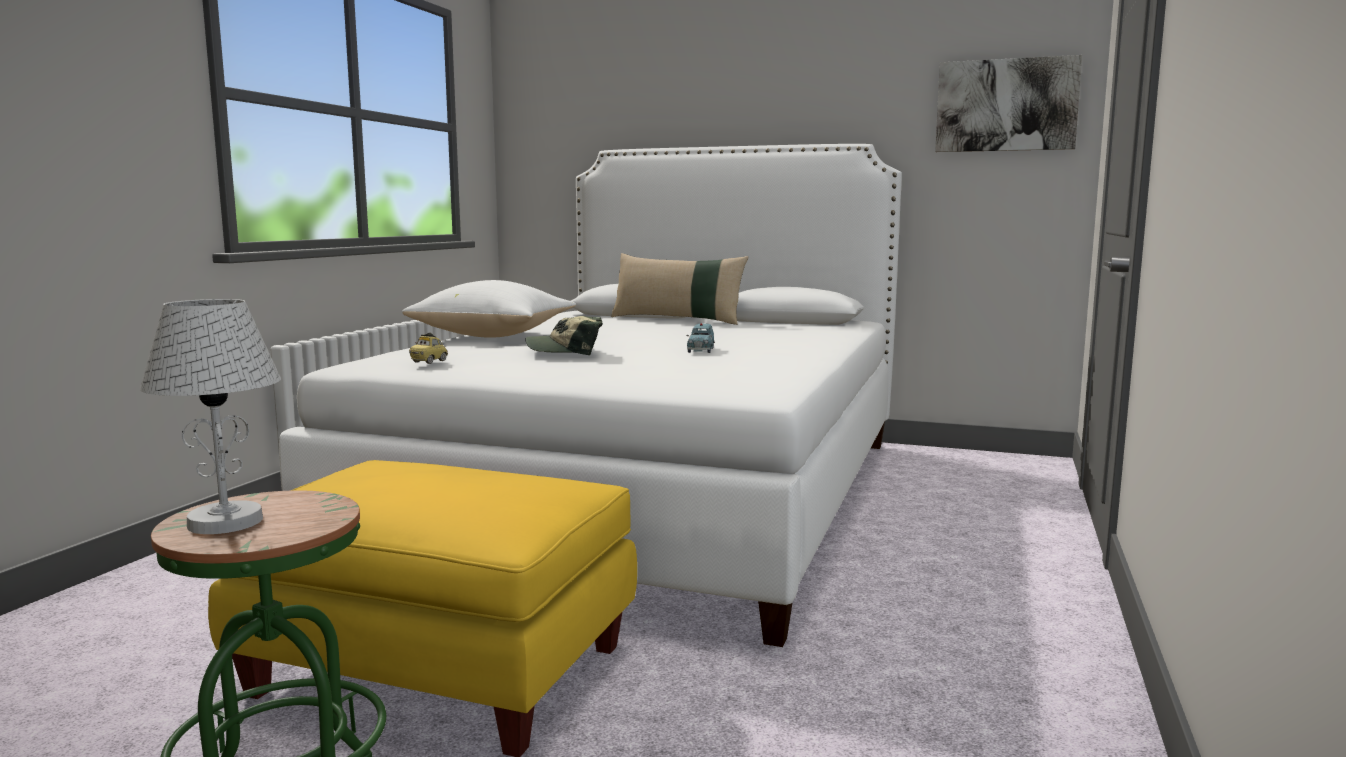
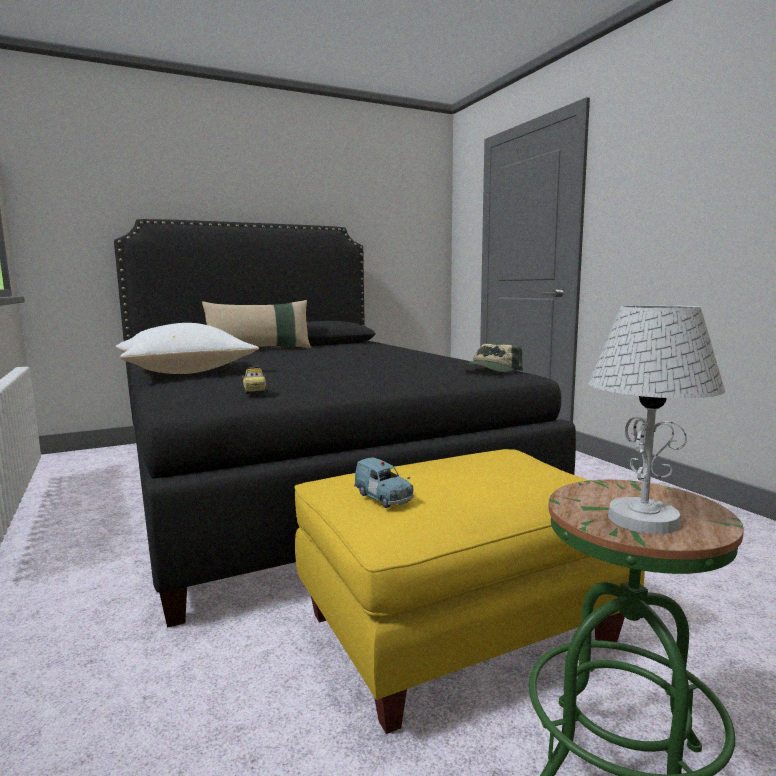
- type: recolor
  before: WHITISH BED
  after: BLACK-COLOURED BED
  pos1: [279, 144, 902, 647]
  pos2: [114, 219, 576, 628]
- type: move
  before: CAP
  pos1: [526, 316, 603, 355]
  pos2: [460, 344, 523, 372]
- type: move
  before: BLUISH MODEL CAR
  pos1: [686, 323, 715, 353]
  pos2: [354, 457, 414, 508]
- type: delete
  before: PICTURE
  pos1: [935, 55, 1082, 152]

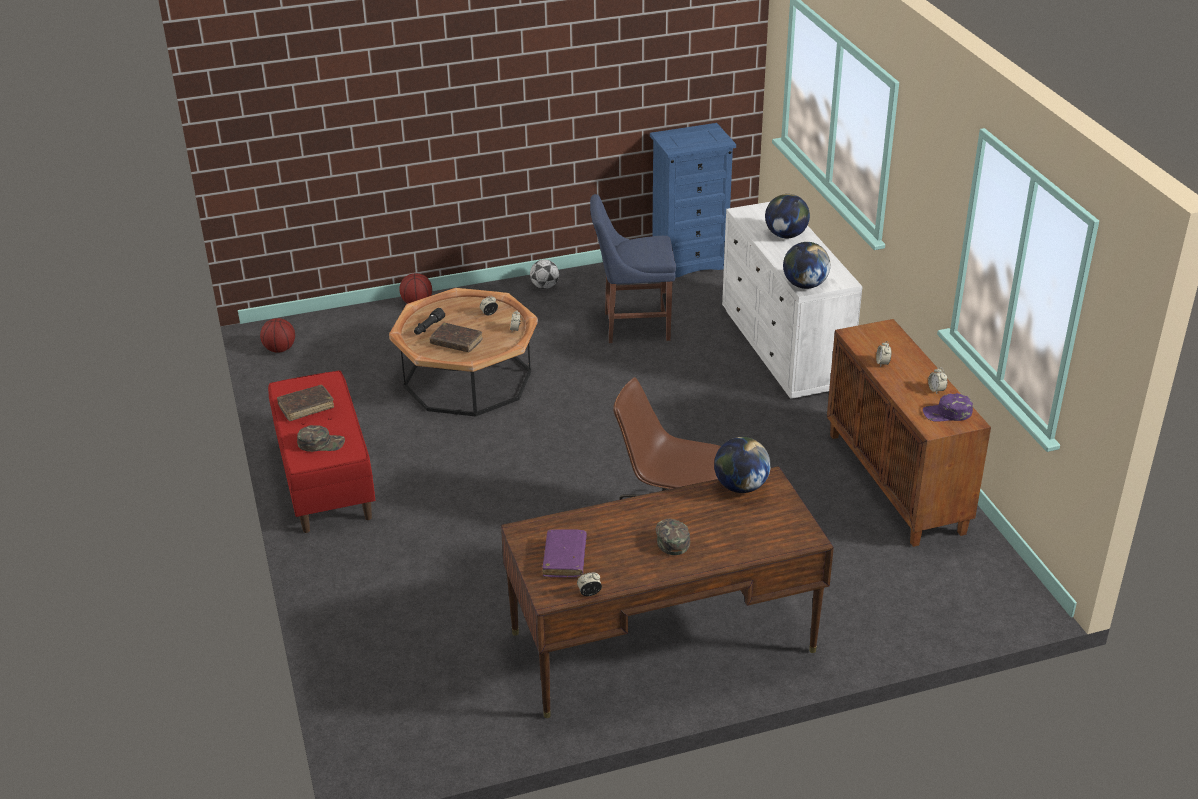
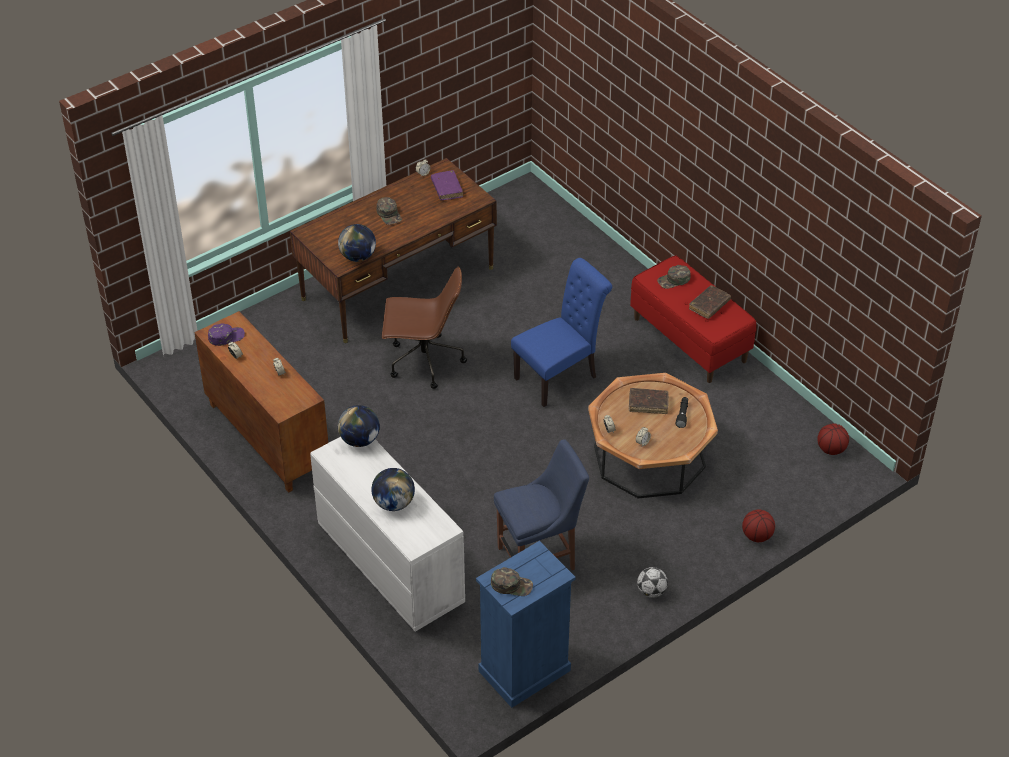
- type: insert
  after: GREEN-COLOURED CAP
  pos2: [491, 567, 533, 596]
- type: insert
  after: BLUISH PLAIN CHAIR
  pos2: [511, 258, 612, 407]

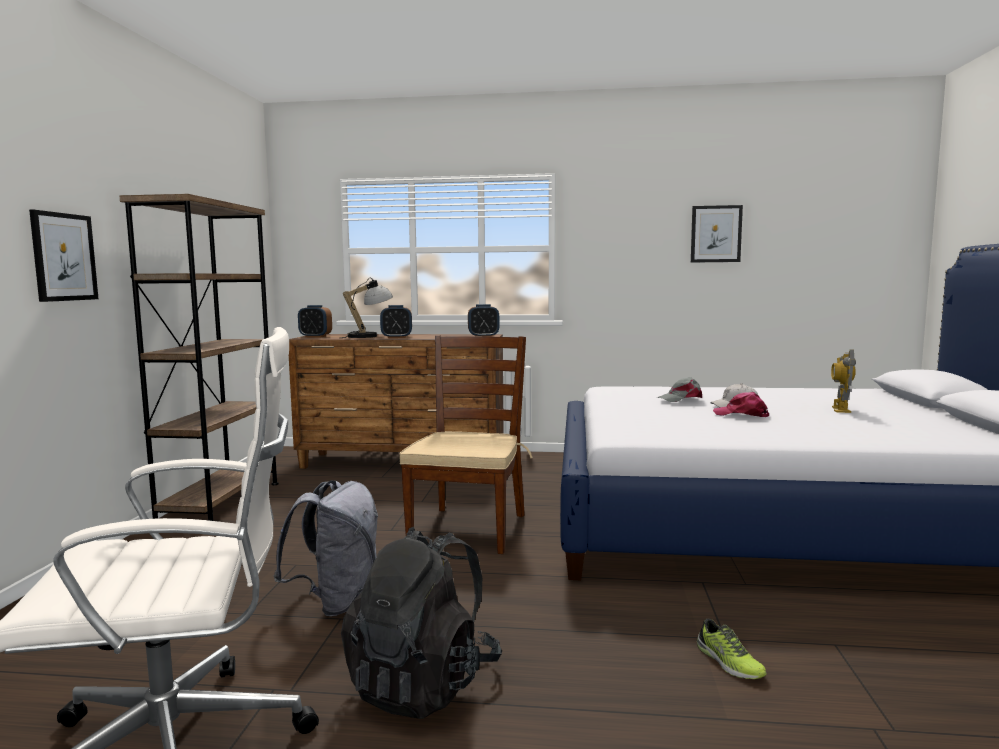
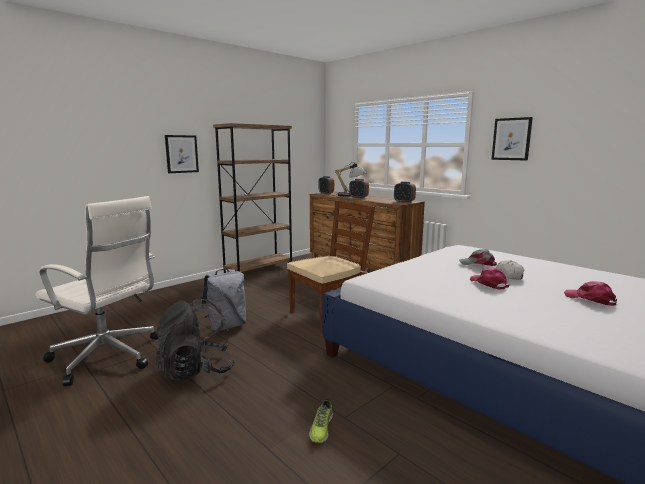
- type: move
  before: PICTURE
  pos1: [691, 205, 743, 263]
  pos2: [491, 117, 533, 161]
- type: replace
  before: TOY ROBOT
  after: PINK CAP
  pos1: [831, 350, 856, 413]
  pos2: [564, 281, 617, 306]

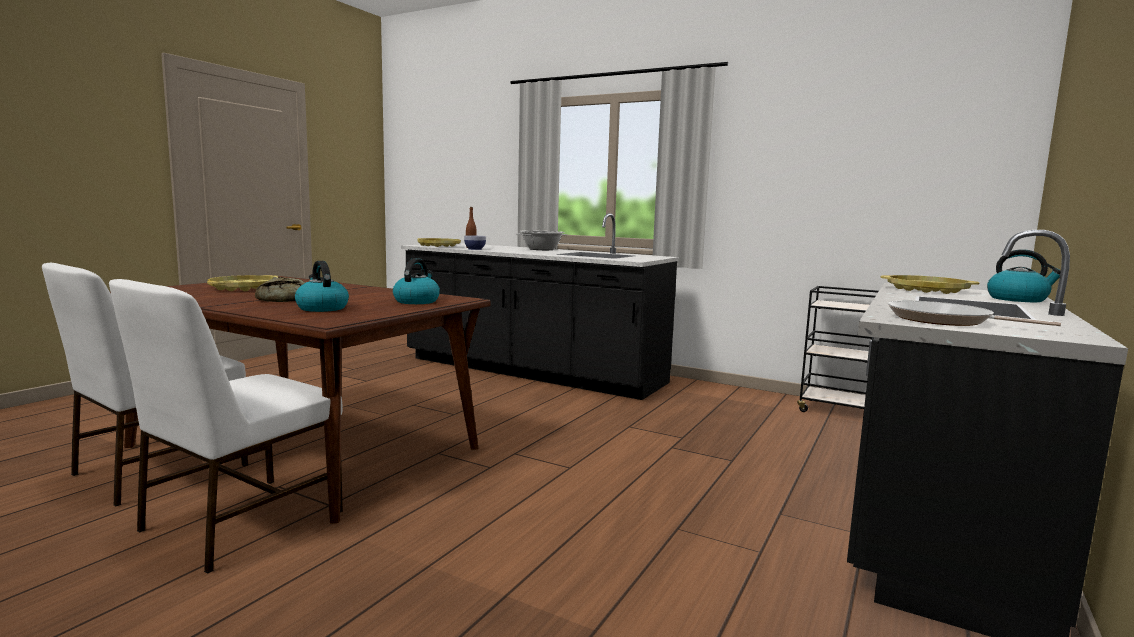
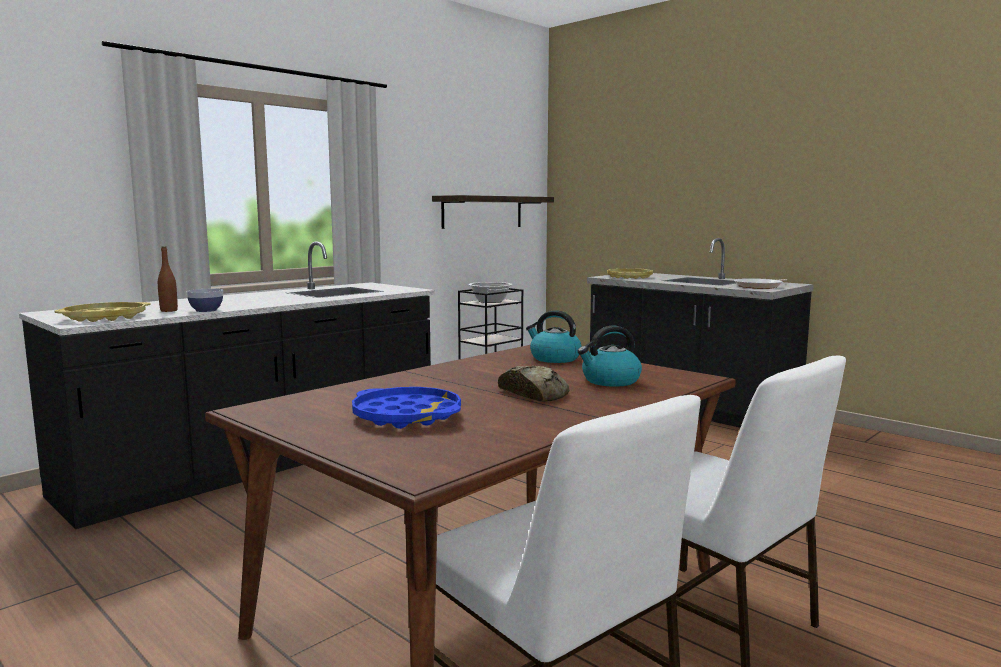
- type: recolor
  before: YELLOW-COLOURED CARRYING TRAY
  after: BLUISH CARRYING TRAY
  pos1: [207, 275, 278, 291]
  pos2: [352, 387, 461, 429]
- type: move
  before: SAUCEPOT
  pos1: [516, 231, 567, 250]
  pos2: [469, 282, 512, 303]
- type: delete
  before: KETTLE
  pos1: [987, 250, 1061, 302]
- type: insert
  after: BRACKET SHELF
  pos2: [432, 195, 554, 229]

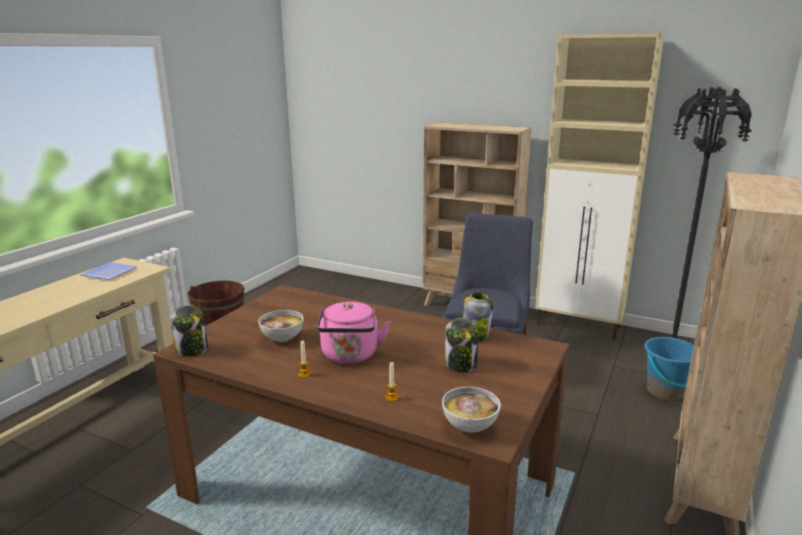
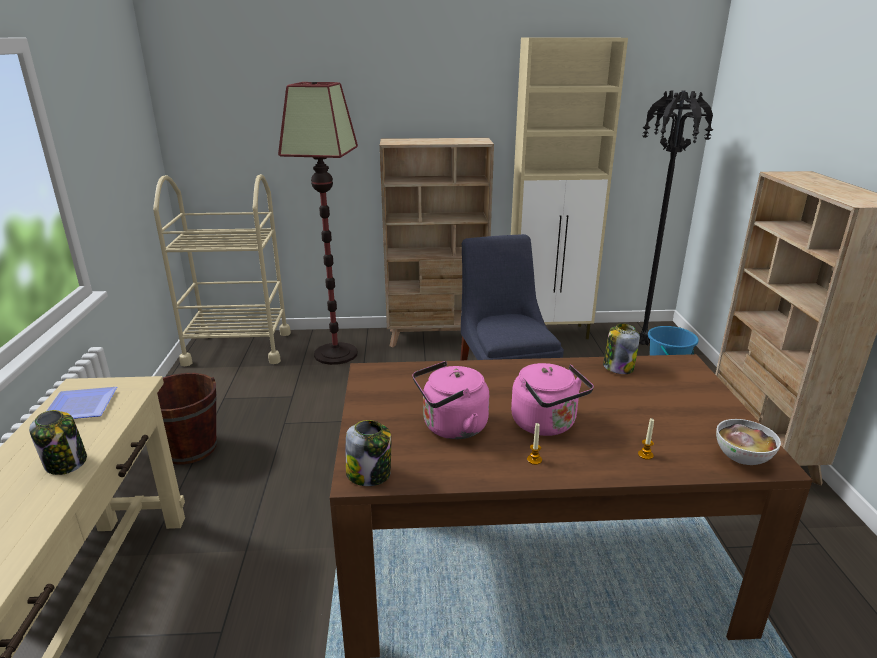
- type: replace
  before: BOWL
  after: PINK KETTLE
  pos1: [258, 310, 304, 342]
  pos2: [412, 361, 489, 439]
- type: move
  before: JAR
  pos1: [445, 318, 478, 373]
  pos2: [29, 410, 87, 475]
- type: insert
  after: BEIGE-COLOURED TROLLEY
  pos2: [153, 174, 291, 366]
- type: insert
  after: STANDARD LAMP
  pos2: [278, 82, 358, 365]

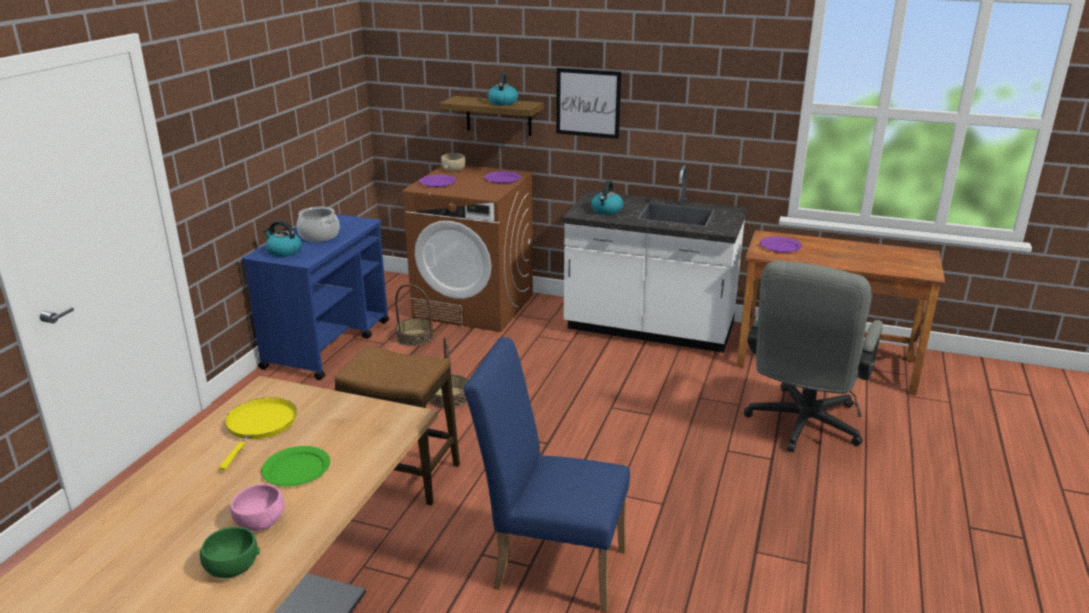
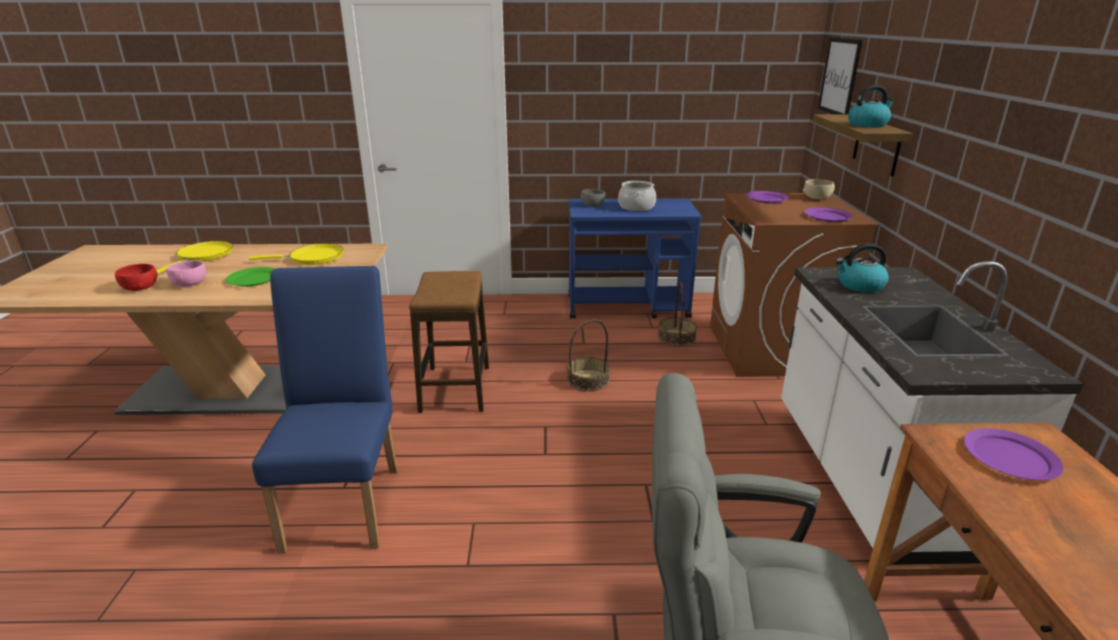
- type: recolor
  before: GREEN-COLOURED BOWL
  after: RED BOWL
  pos1: [200, 527, 260, 578]
  pos2: [115, 264, 157, 291]
- type: replace
  before: KETTLE
  after: GREY BOWL
  pos1: [263, 220, 301, 257]
  pos2: [581, 189, 605, 207]
- type: move
  before: PICTURE
  pos1: [556, 68, 622, 139]
  pos2: [818, 37, 863, 114]
- type: insert
  after: YELLOW-COLOURED FRYING PAN
  pos2: [156, 241, 233, 274]

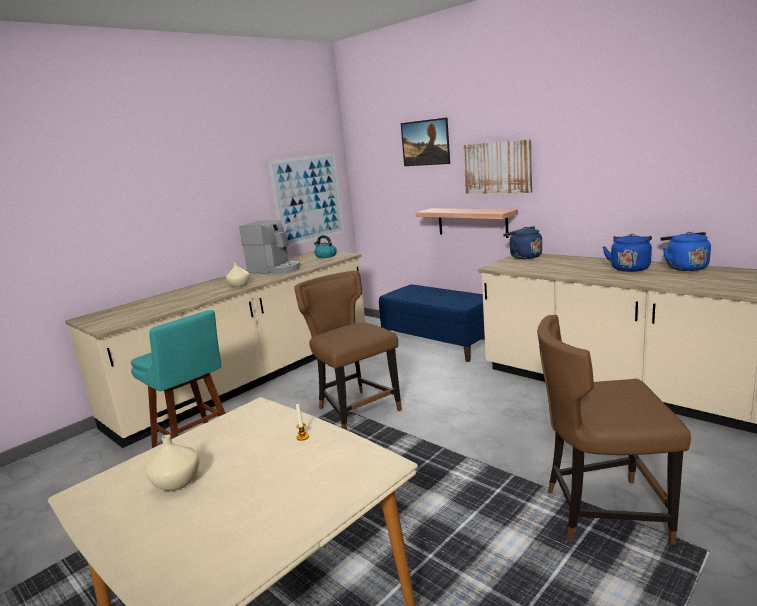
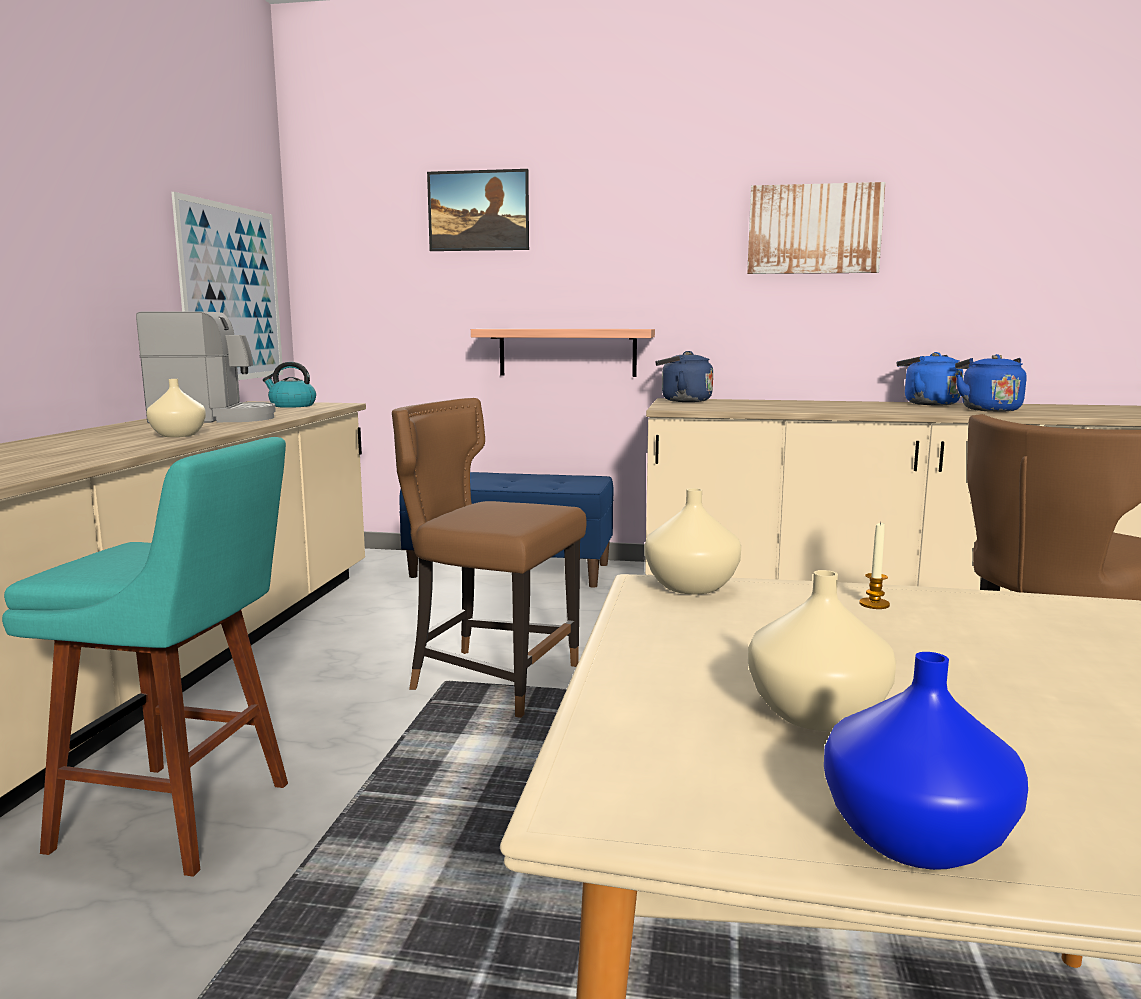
- type: move
  before: PICTURE
  pos1: [463, 139, 532, 194]
  pos2: [747, 182, 885, 274]
- type: move
  before: BLUISH KETTLE
  pos1: [603, 234, 652, 272]
  pos2: [955, 354, 1027, 412]
- type: insert
  after: BEIGE-COLOURED VASE
  pos2: [645, 488, 741, 594]
- type: insert
  after: BLUISH VASE
  pos2: [824, 652, 1028, 870]

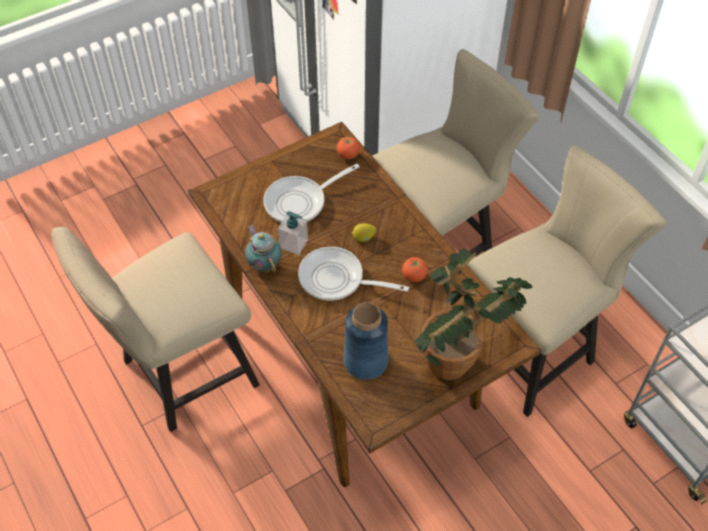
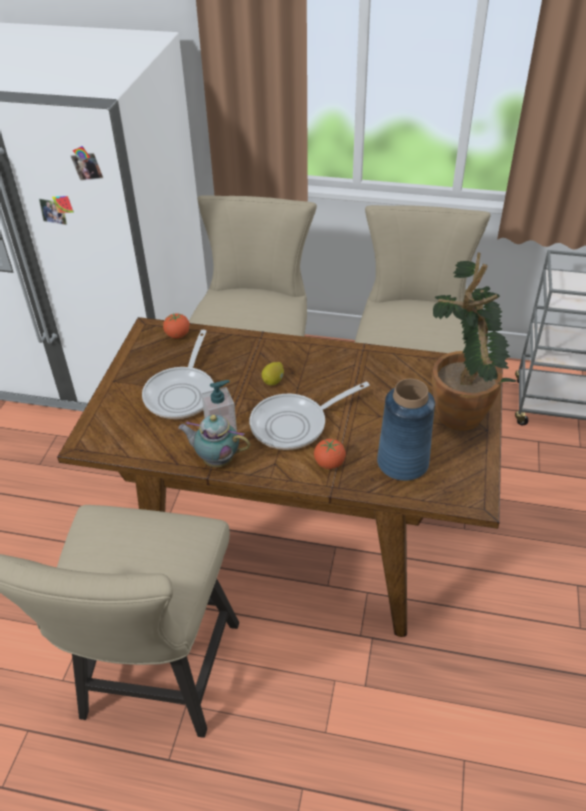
- type: move
  before: FRESH TOMATO
  pos1: [402, 257, 428, 282]
  pos2: [314, 439, 346, 469]

